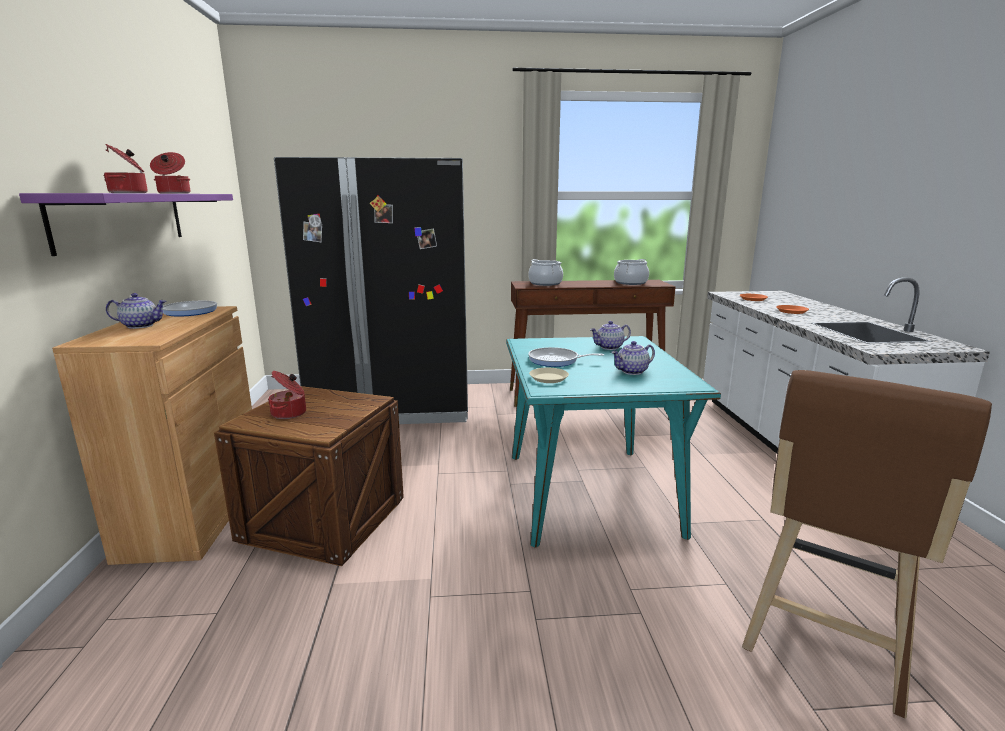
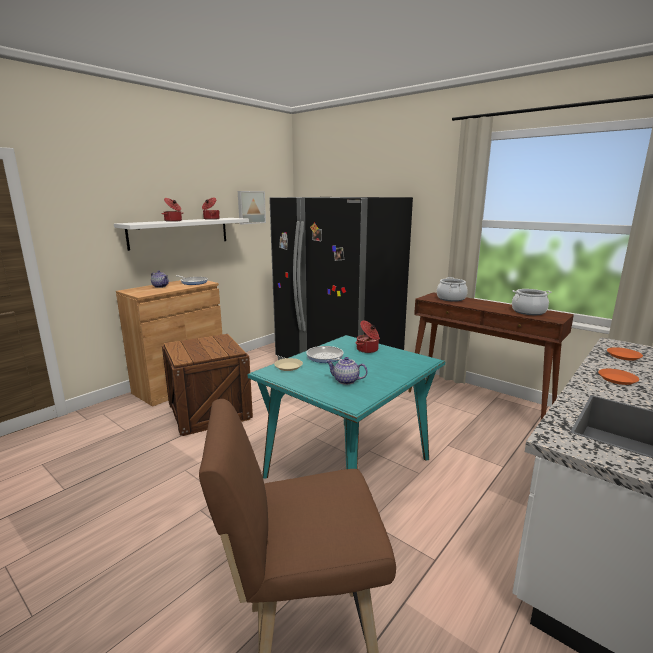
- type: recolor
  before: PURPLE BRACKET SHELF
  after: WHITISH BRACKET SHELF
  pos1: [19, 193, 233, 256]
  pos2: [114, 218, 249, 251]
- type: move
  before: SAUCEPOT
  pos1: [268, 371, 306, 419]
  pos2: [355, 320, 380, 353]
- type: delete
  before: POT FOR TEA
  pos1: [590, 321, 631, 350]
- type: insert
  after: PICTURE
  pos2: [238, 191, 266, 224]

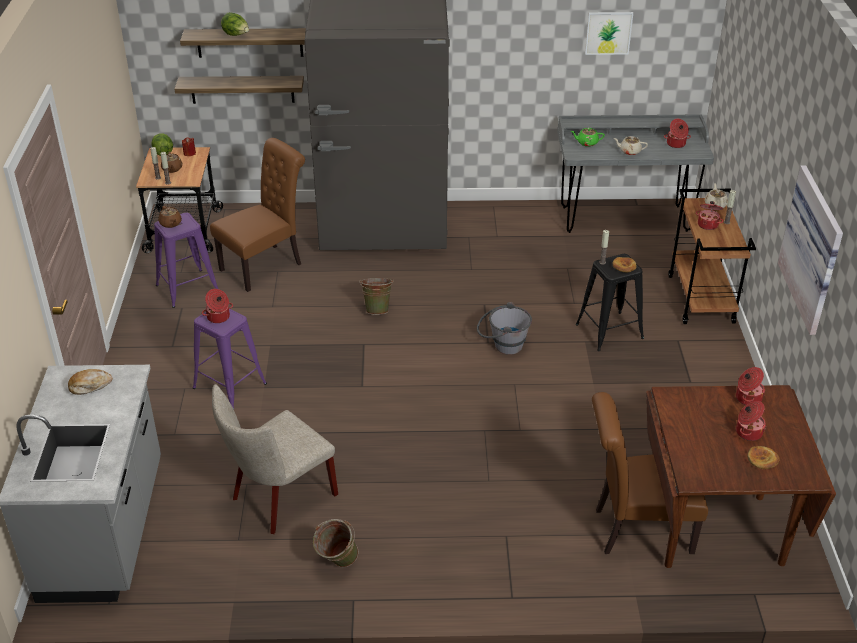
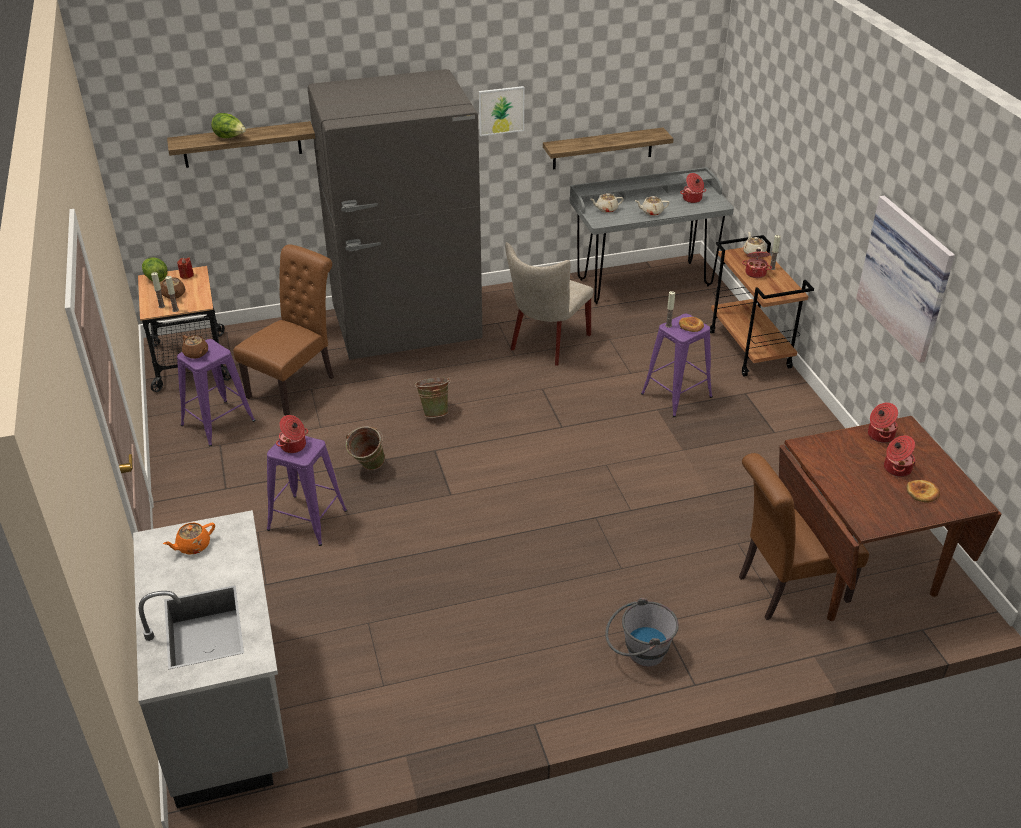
- type: replace
  before: BAKED BREAD
  after: ORANGE-COLOURED POT FOR TEA
  pos1: [68, 369, 113, 395]
  pos2: [163, 523, 215, 554]
- type: move
  before: BRACKET SHELF
  pos1: [174, 76, 304, 104]
  pos2: [543, 128, 674, 170]
- type: move
  before: BEIGE-COLOURED PLAIN CHAIR
  pos1: [212, 384, 338, 534]
  pos2: [505, 242, 594, 366]
- type: move
  before: GREEN-COLOURED WATER BUCKET
  pos1: [313, 519, 359, 567]
  pos2: [346, 426, 385, 470]
- type: move
  before: GREY WATER BUCKET
  pos1: [477, 302, 532, 355]
  pos2: [605, 598, 679, 667]
- type: recolor
  before: GREEN-COLOURED POT FOR TEA
  after: BEIGE-COLOURED POT FOR TEA
  pos1: [571, 128, 605, 147]
  pos2: [591, 193, 624, 213]
- type: recolor
  before: BLACK-COLOURED SITTING STOOL
  after: PURPLE SITTING STOOL
  pos1: [576, 254, 644, 351]
  pos2: [641, 314, 713, 417]
- type: move
  before: PICTURE
  pos1: [585, 12, 633, 55]
  pos2: [479, 86, 524, 136]

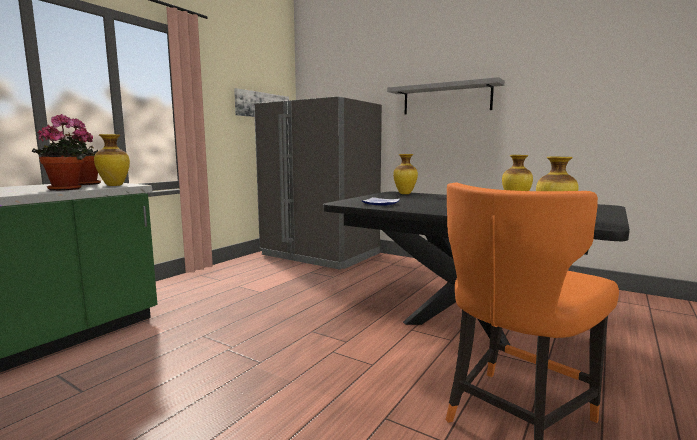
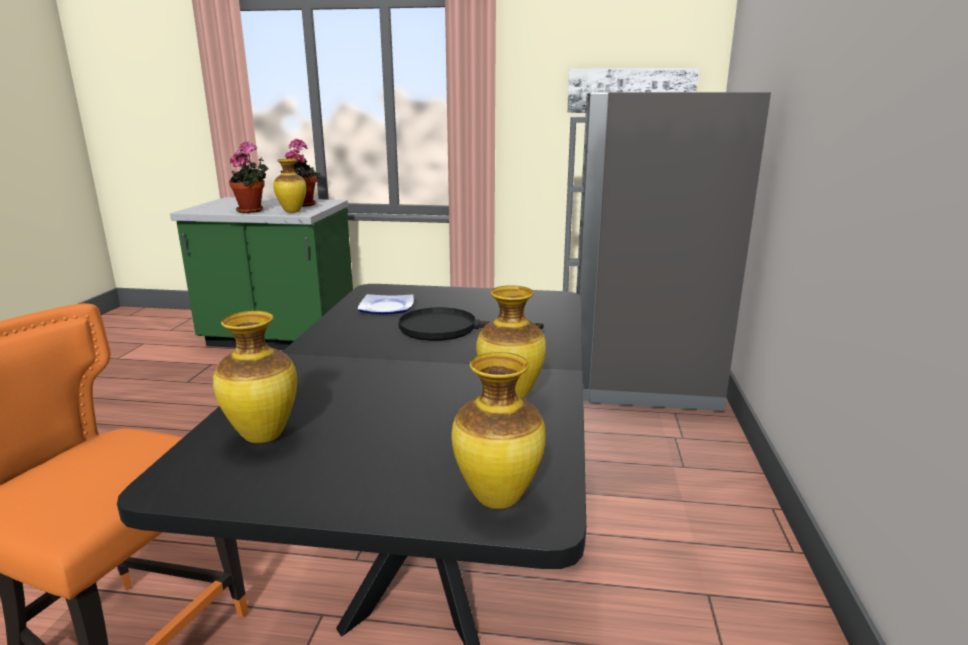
- type: delete
  before: GREY BRACKET SHELF
  pos1: [387, 77, 505, 114]
- type: move
  before: VASE
  pos1: [393, 154, 418, 194]
  pos2: [452, 352, 546, 509]
- type: insert
  after: BLACK-COLOURED FRYING PAN
  pos2: [398, 307, 544, 341]

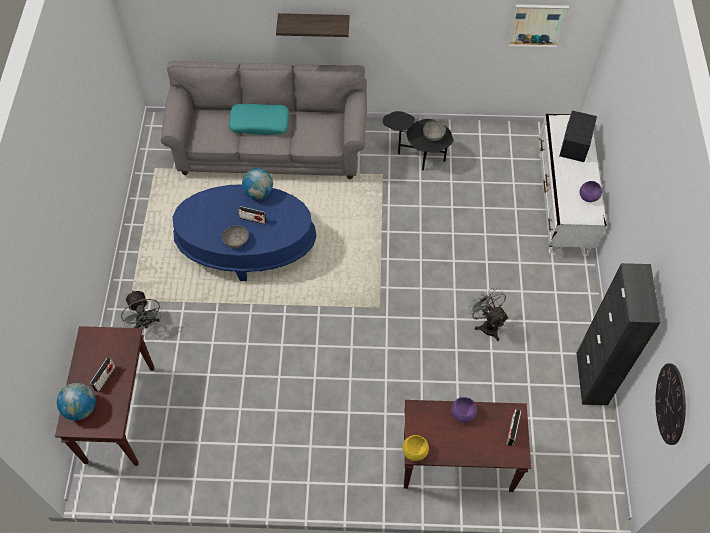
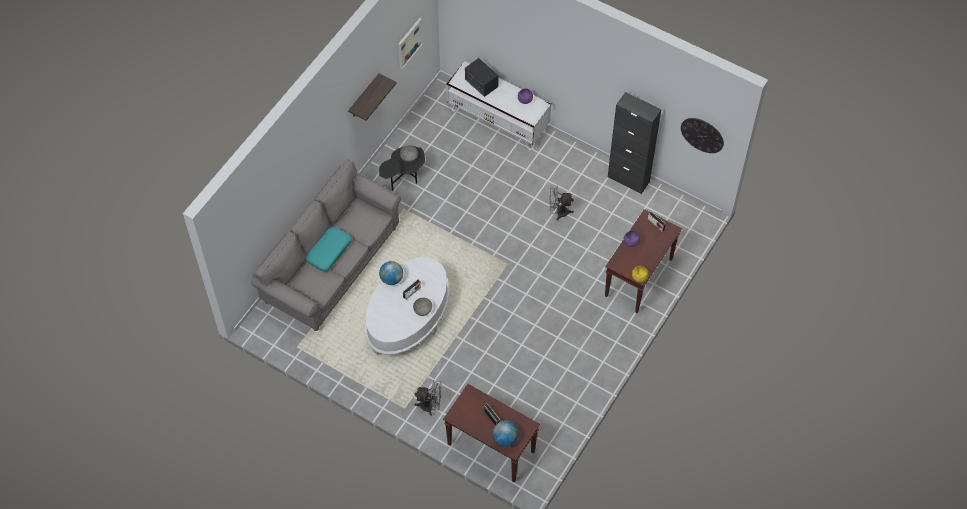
- type: recolor
  before: BLUISH LOUNGE TABLE
  after: WHITISH LOUNGE TABLE
  pos1: [173, 184, 316, 281]
  pos2: [365, 257, 450, 355]
- type: move
  before: BRACKET SHELF
  pos1: [276, 13, 349, 37]
  pos2: [348, 73, 397, 121]

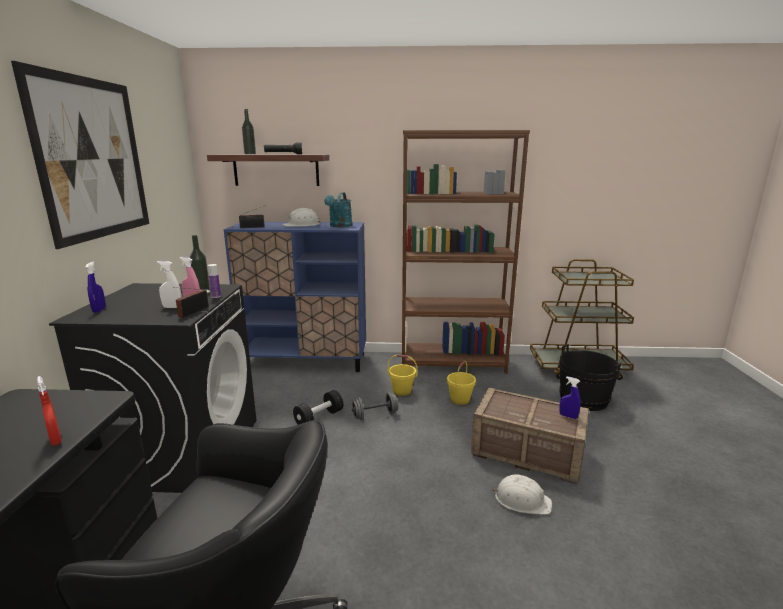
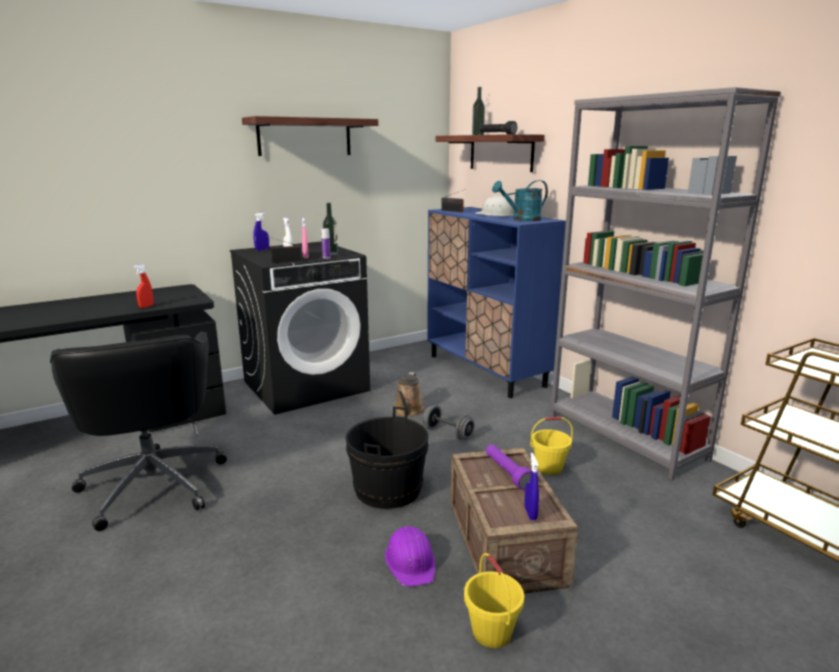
- type: replace
  before: PICTURE
  after: BRACKET SHELF
  pos1: [11, 61, 149, 249]
  pos2: [242, 116, 378, 156]
- type: replace
  before: BLACK-COLOURED DUMBBELL
  after: BROWN-COLOURED SPRINKLING CAN
  pos1: [293, 390, 343, 425]
  pos2: [395, 372, 425, 417]
- type: move
  before: YELLOW-COLOURED WATER BUCKET
  pos1: [388, 354, 417, 396]
  pos2: [464, 553, 524, 648]
- type: recolor
  before: BROWN-COLOURED BOOKCASE
  after: GREY BOOKCASE
  pos1: [402, 130, 530, 373]
  pos2: [550, 87, 781, 481]
- type: recolor
  before: WHITISH WORK HELMET
  after: PURPLE WORK HELMET
  pos1: [492, 474, 552, 515]
  pos2: [385, 526, 435, 587]
- type: move
  before: BLACK-COLOURED WATER BUCKET
  pos1: [559, 344, 622, 411]
  pos2: [346, 407, 428, 509]
- type: insert
  after: PURPLE FLASHLIGHT
  pos2: [486, 444, 531, 490]

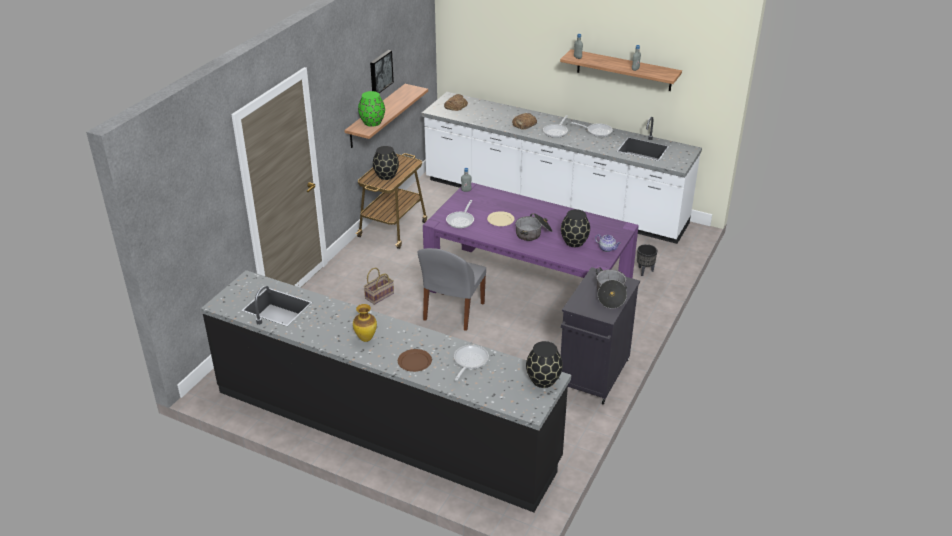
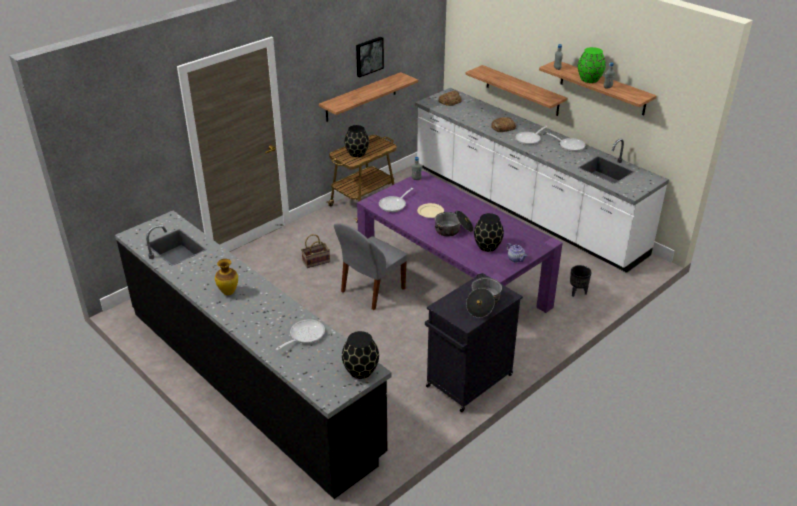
- type: move
  before: GREEN-COLOURED VASE
  pos1: [358, 91, 385, 127]
  pos2: [578, 47, 606, 83]
- type: delete
  before: BROWN-COLOURED PLATE
  pos1: [398, 349, 432, 372]
- type: insert
  after: BRACKET SHELF
  pos2: [465, 65, 567, 116]

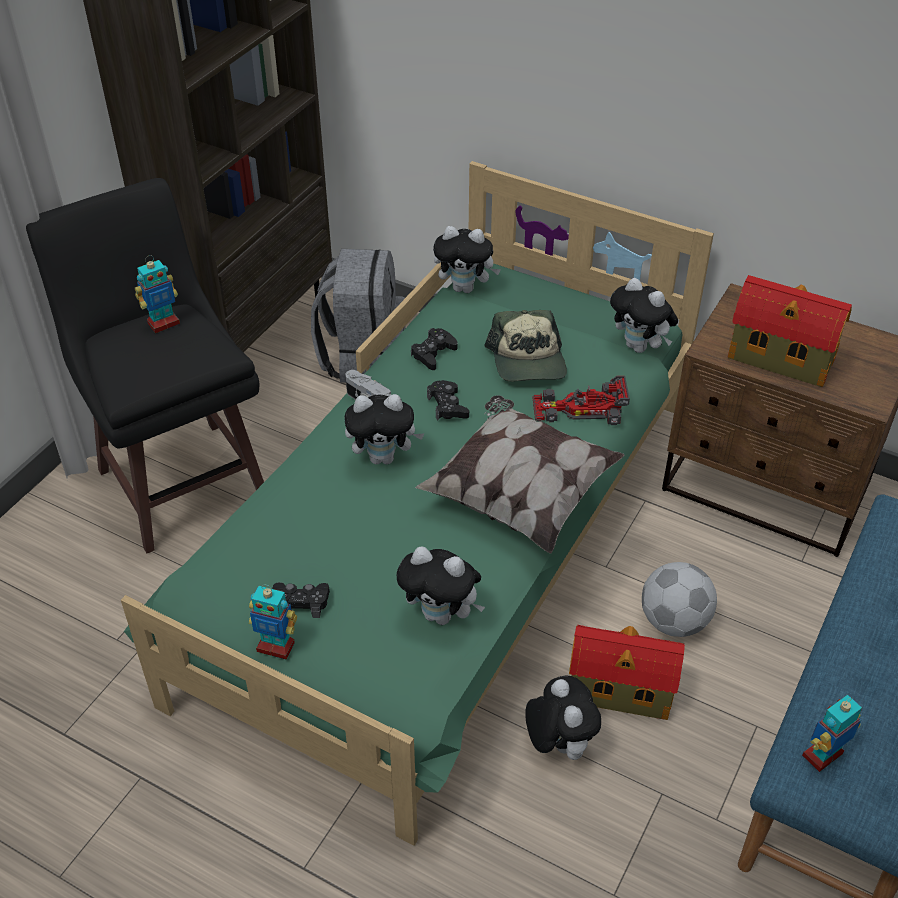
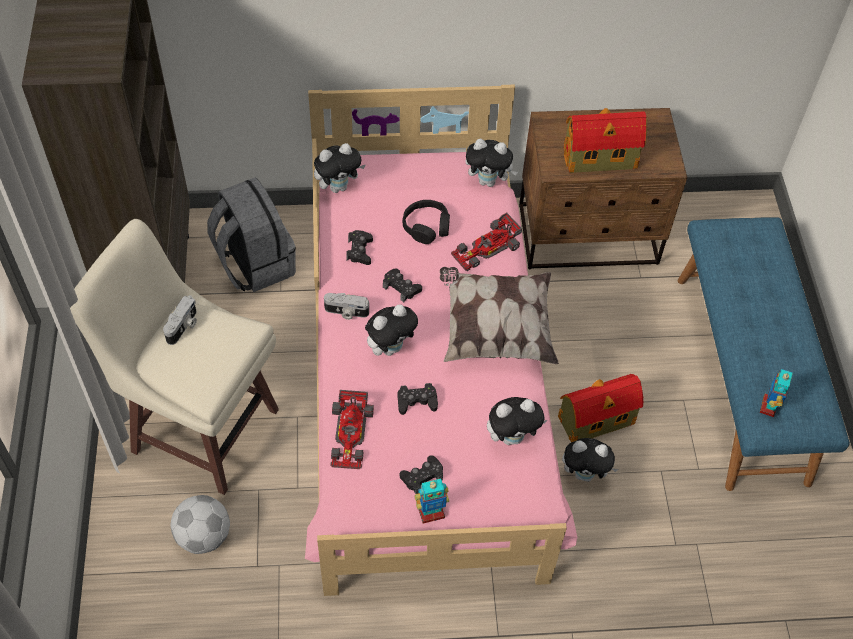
- type: recolor
  before: BLACK-COLOURED SITTING STOOL
  after: BEIGE-COLOURED SITTING STOOL
  pos1: [26, 178, 264, 553]
  pos2: [70, 219, 279, 495]
- type: recolor
  before: GREEN-COLOURED BED
  after: PINK BED
  pos1: [121, 161, 714, 846]
  pos2: [305, 85, 577, 596]
- type: replace
  before: TOY ROBOT
  after: PHOTO CAMERA
  pos1: [135, 255, 180, 333]
  pos2: [163, 295, 197, 345]
- type: replace
  before: CAP
  after: BLACK-COLOURED HEADSET
  pos1: [484, 310, 567, 382]
  pos2: [403, 200, 450, 244]
- type: rotate
  before: CUDDLY TOY
  pos1: [525, 675, 601, 760]
  pos2: [562, 438, 619, 482]
  turn: 150
- type: move
  before: FOOTBALL
  pos1: [642, 562, 717, 637]
  pos2: [171, 495, 230, 554]
- type: insert
  after: MODEL CAR
  pos2: [330, 390, 374, 469]
- type: insert
  after: BLACK-COLOURED JOYPAD
  pos2: [397, 383, 438, 415]

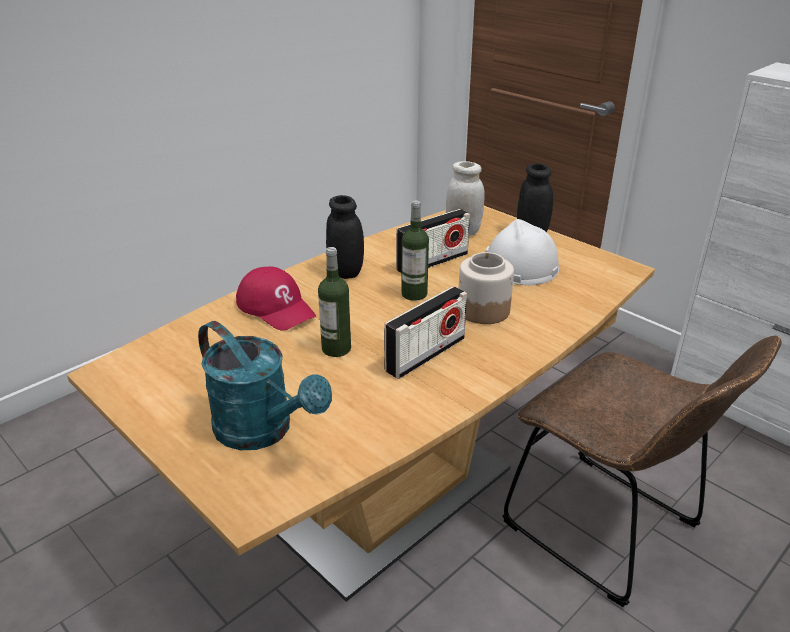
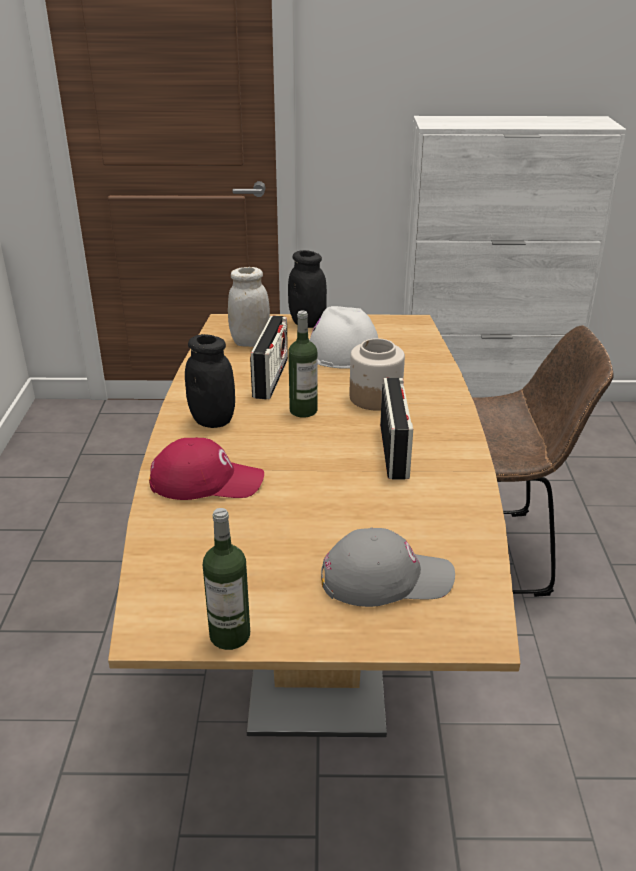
- type: replace
  before: TURQUOISE SPRINKLING CAN
  after: GREY CAP
  pos1: [198, 321, 332, 450]
  pos2: [321, 527, 455, 607]
- type: move
  before: BOTTLE
  pos1: [318, 247, 351, 357]
  pos2: [203, 508, 250, 650]

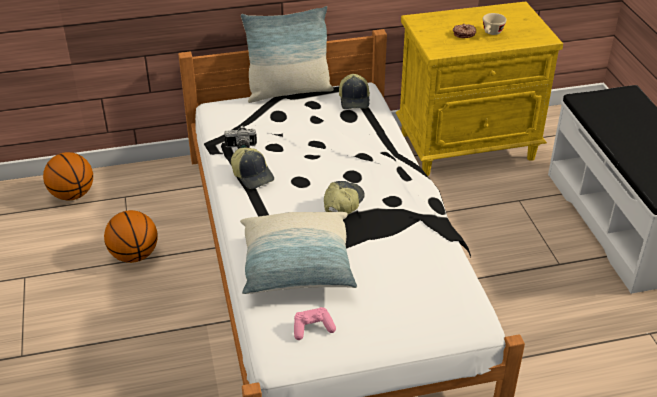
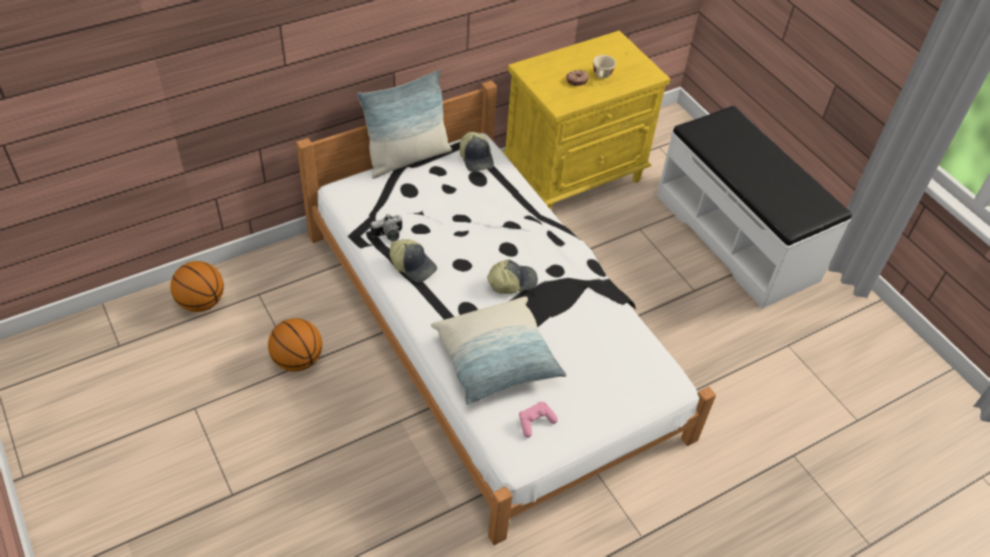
- type: rotate
  before: CAP
  pos1: [324, 181, 365, 214]
  pos2: [487, 259, 538, 294]
  turn: 60

